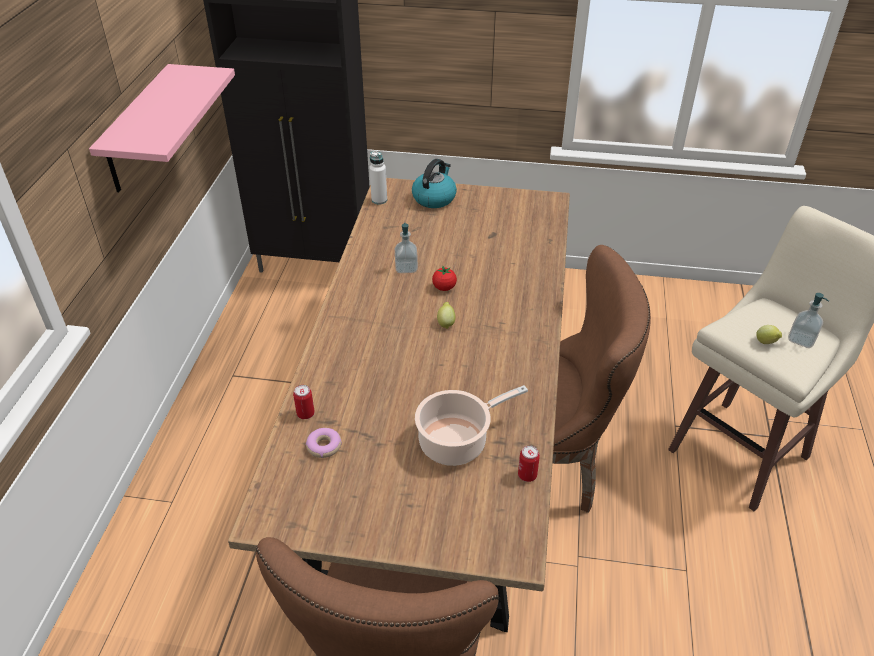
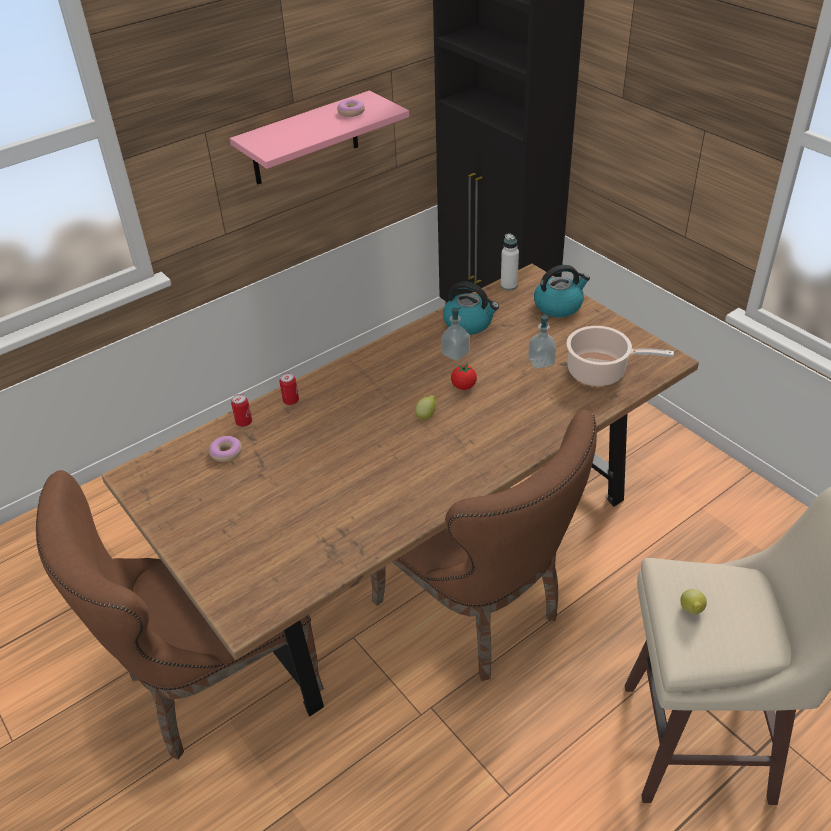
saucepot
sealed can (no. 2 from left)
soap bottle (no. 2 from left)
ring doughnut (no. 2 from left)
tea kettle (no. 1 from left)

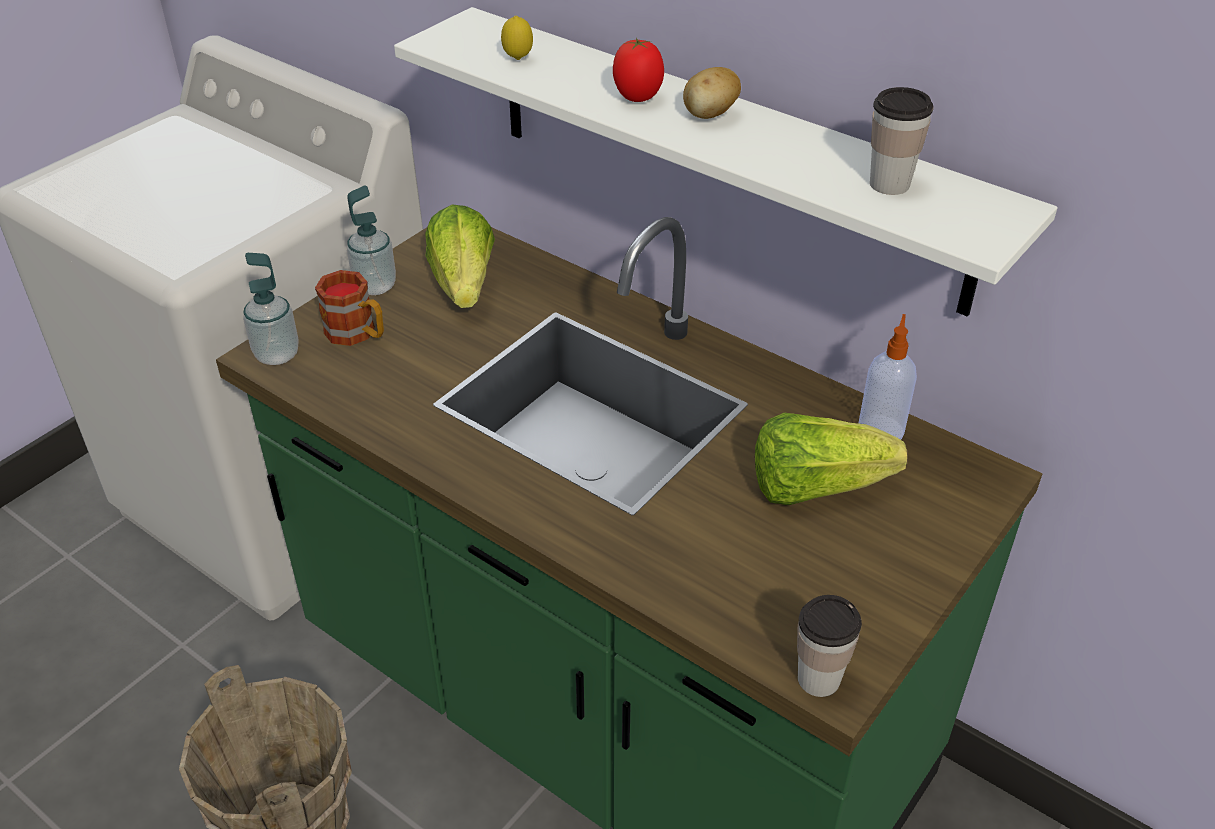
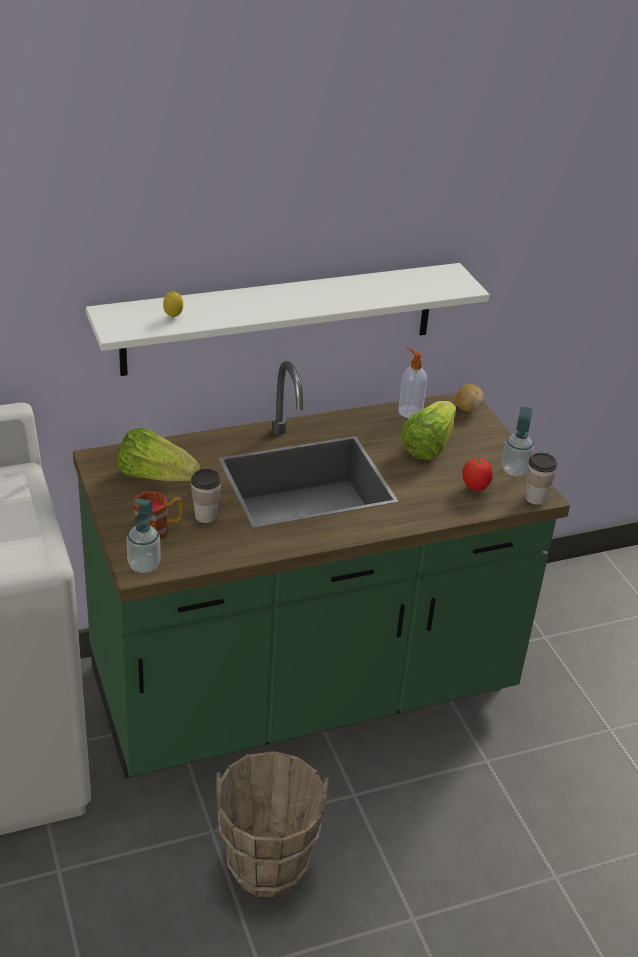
soap bottle (no. 3 from left)
whole tomato
potato
small cup (no. 1 from left)

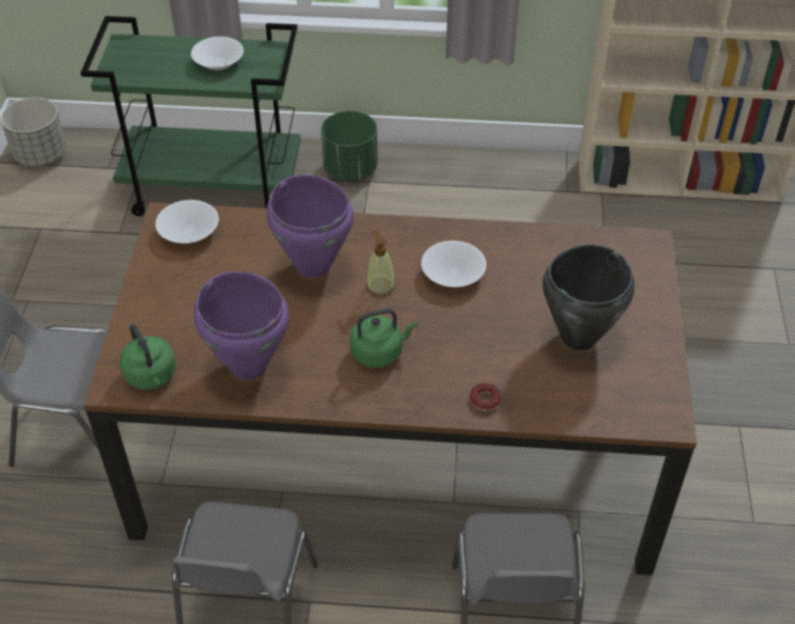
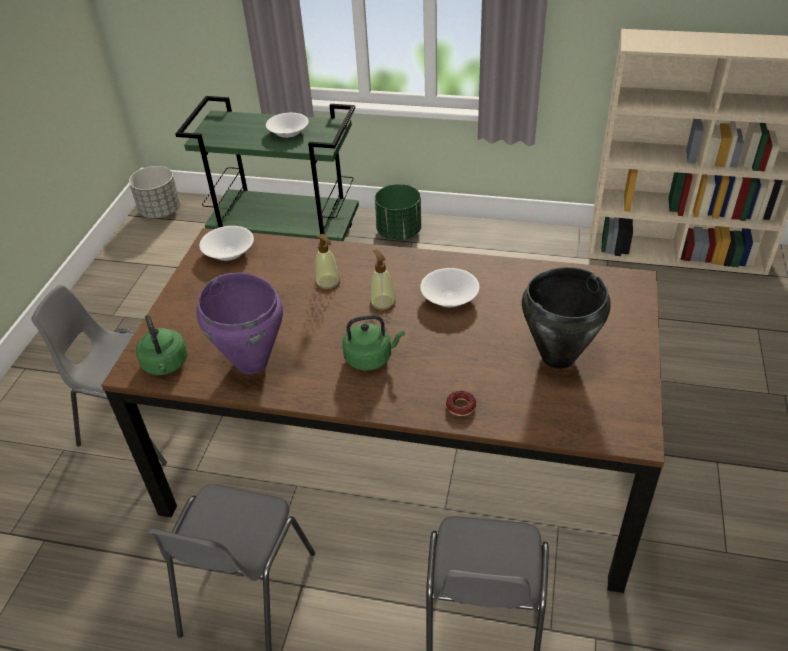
soap bottle (no. 1 from left)

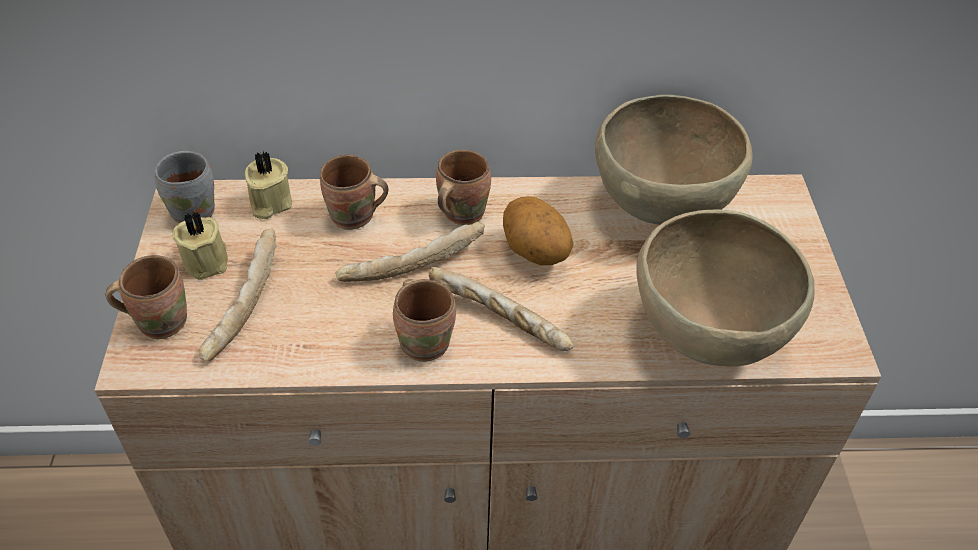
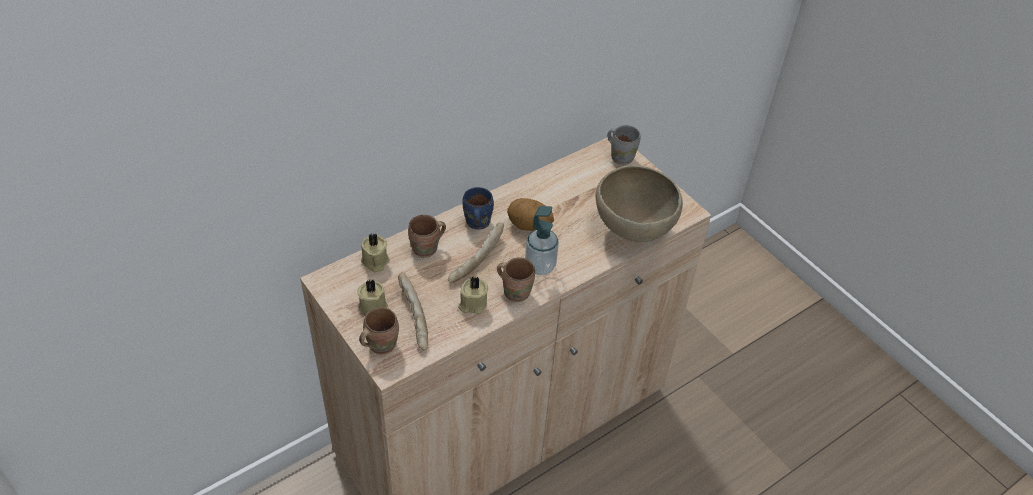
greyish tea mug
soap bottle
bluish tea mug
brown serving bowl (no. 1 from left in the first image)
beige candle (no. 3 from left)

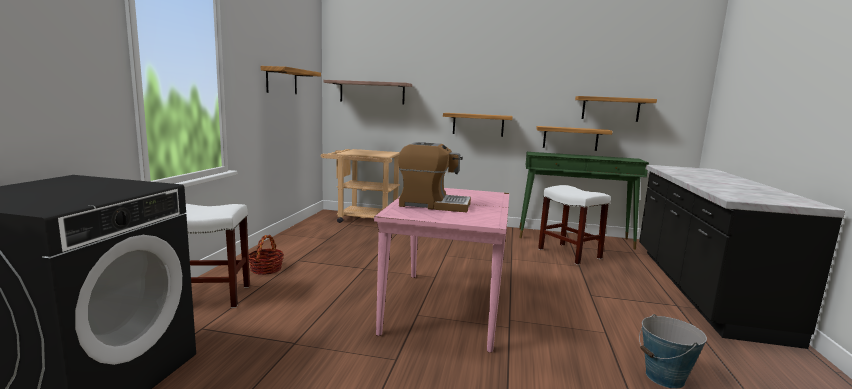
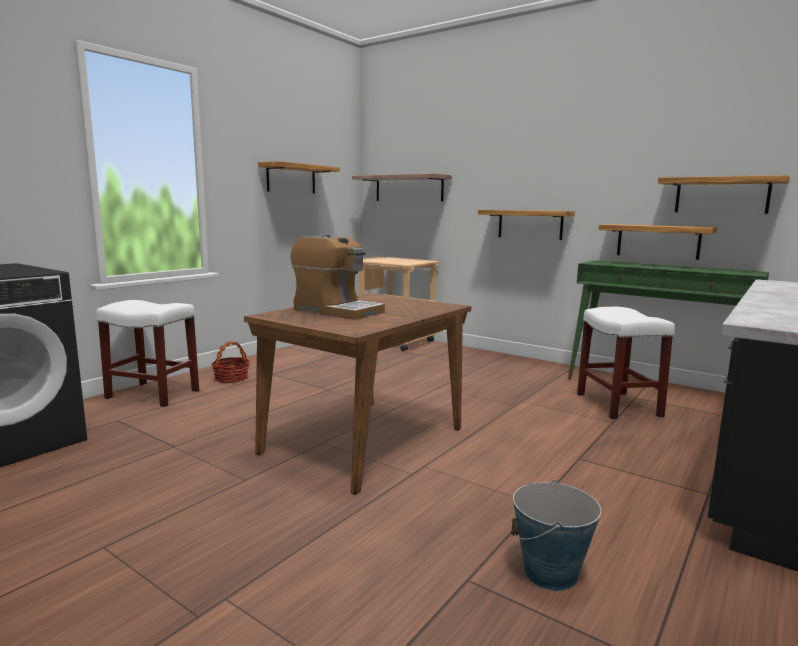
brown dinner table

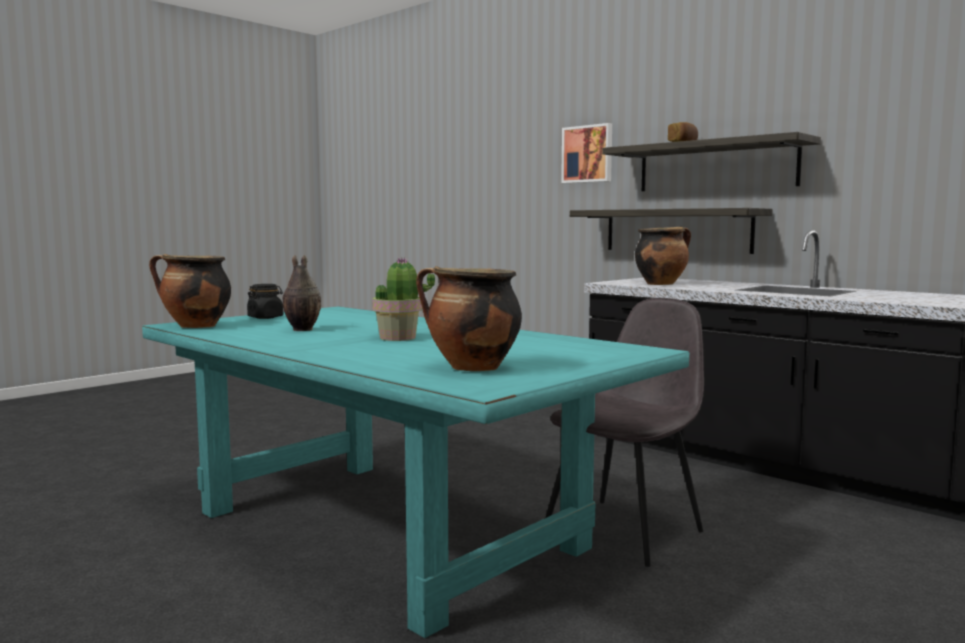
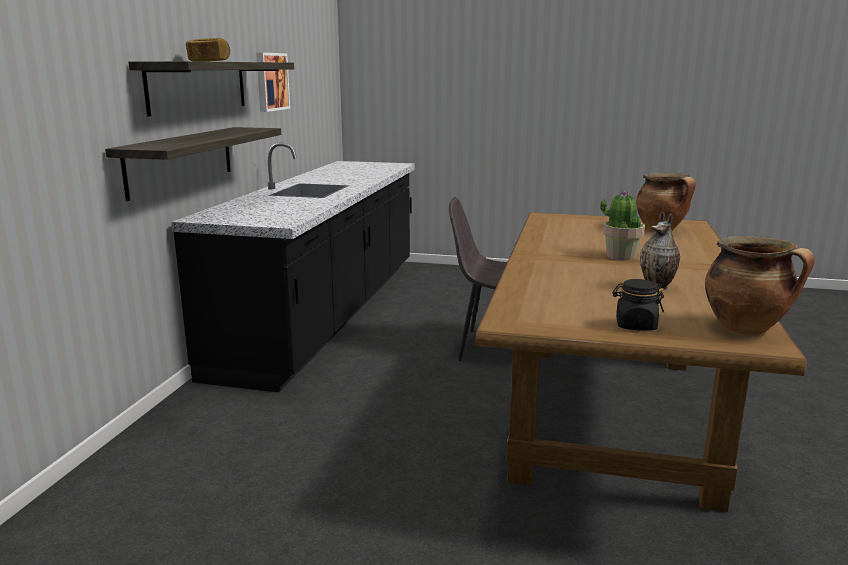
brown dinner table
wall picture
saucepot (no. 3 from left in the first image)

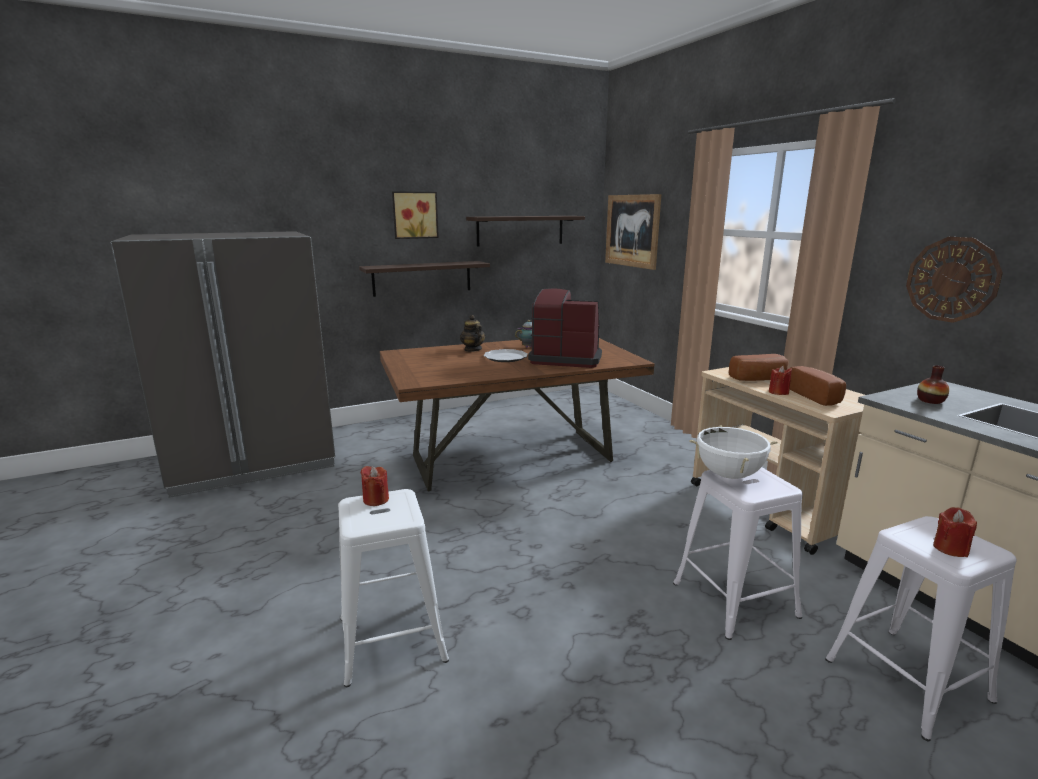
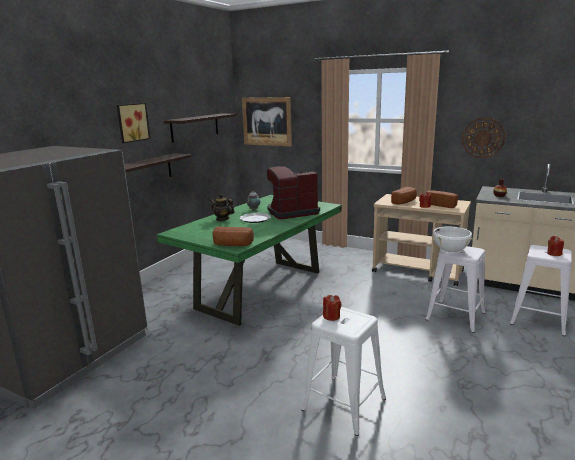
greenish dinner table
bakery bread (no. 1 from left)

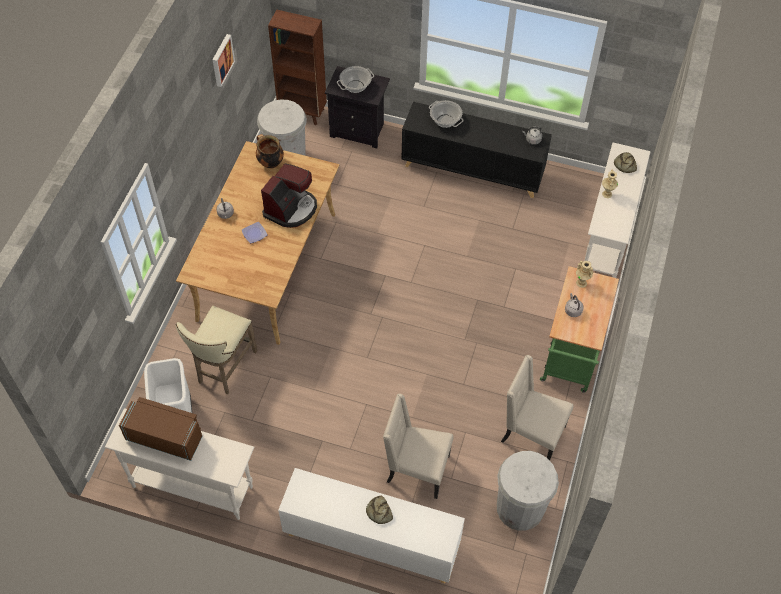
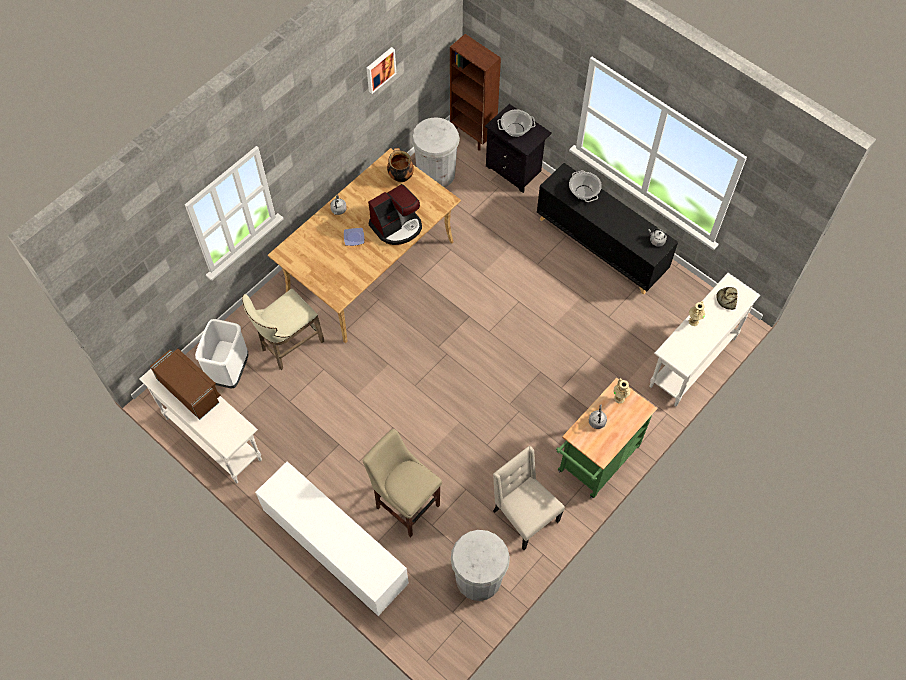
bakery bread (no. 1 from left in the first image)
beige stool (no. 2 from left)

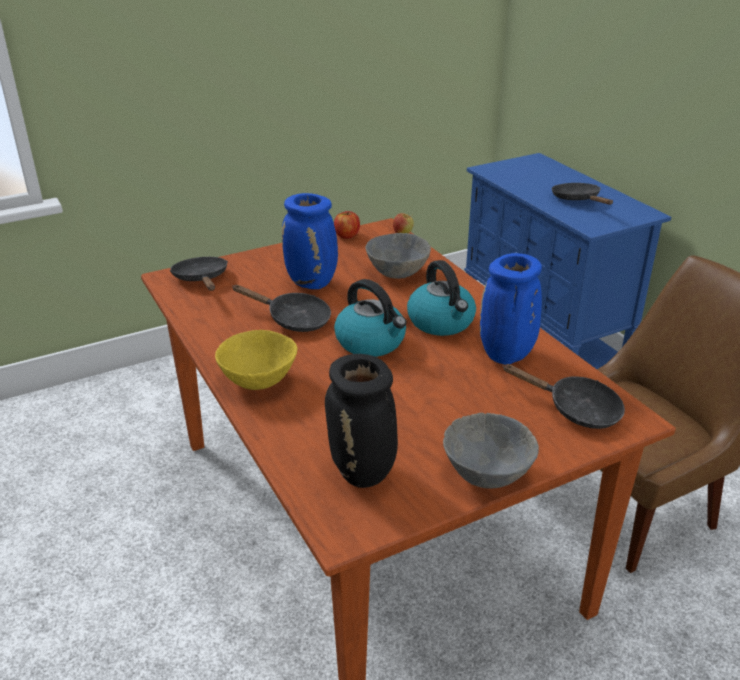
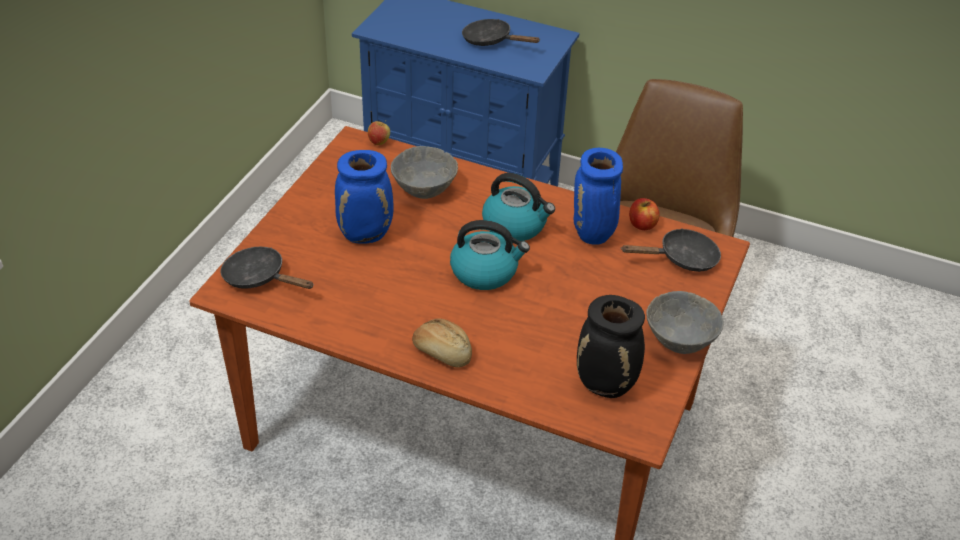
bakery bread
blackish frying pan (no. 2 from left in the first image)
whole apple (no. 2 from left)

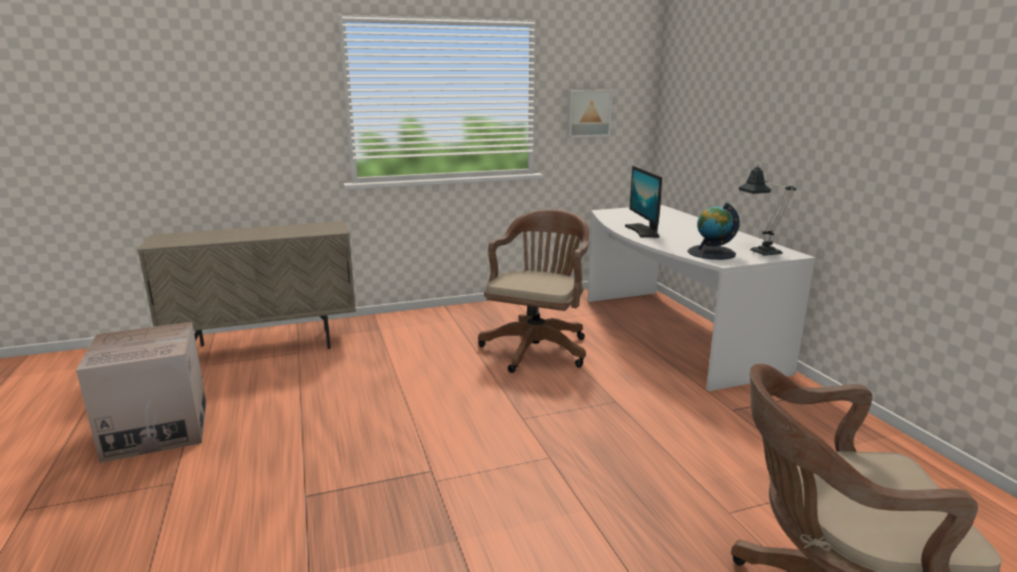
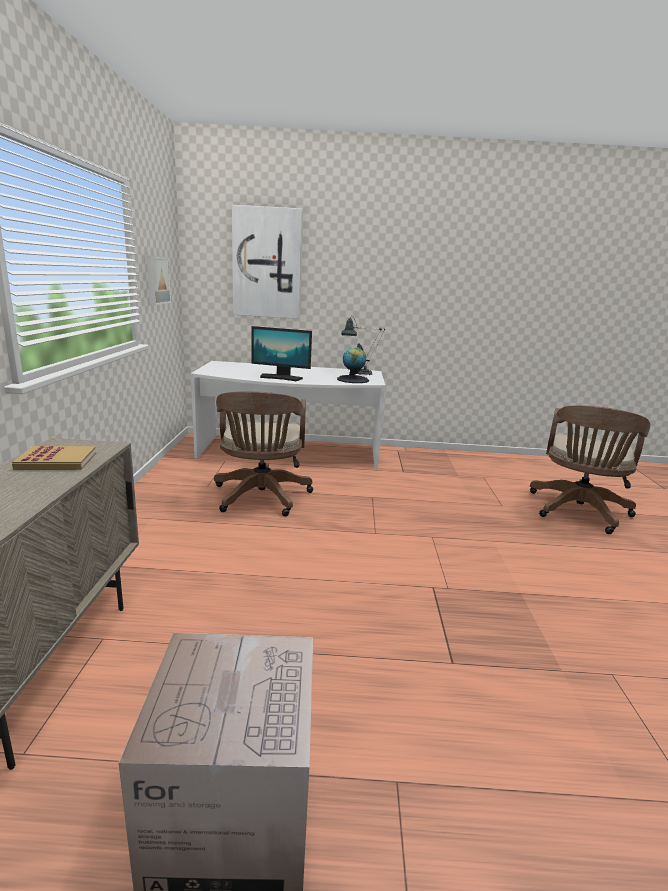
brown office chair (no. 1 from left)
volume
wall picture (no. 2 from left)

